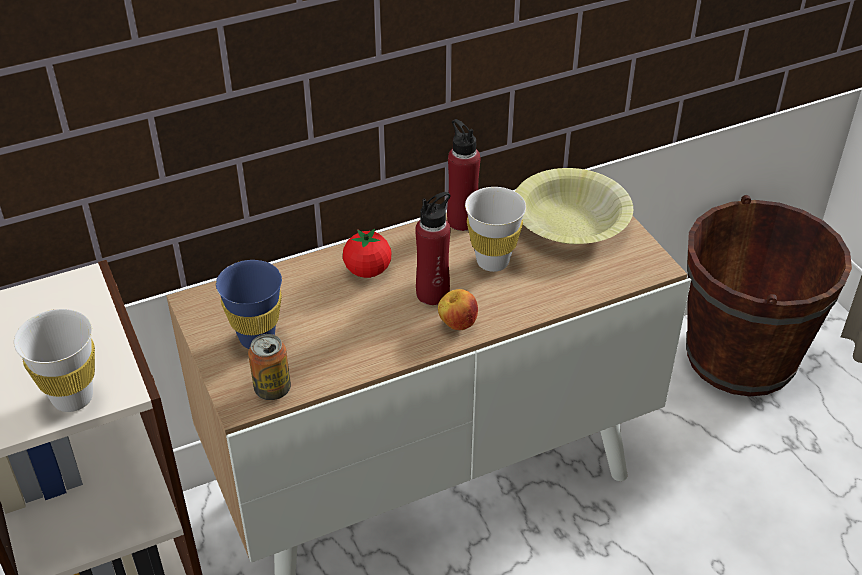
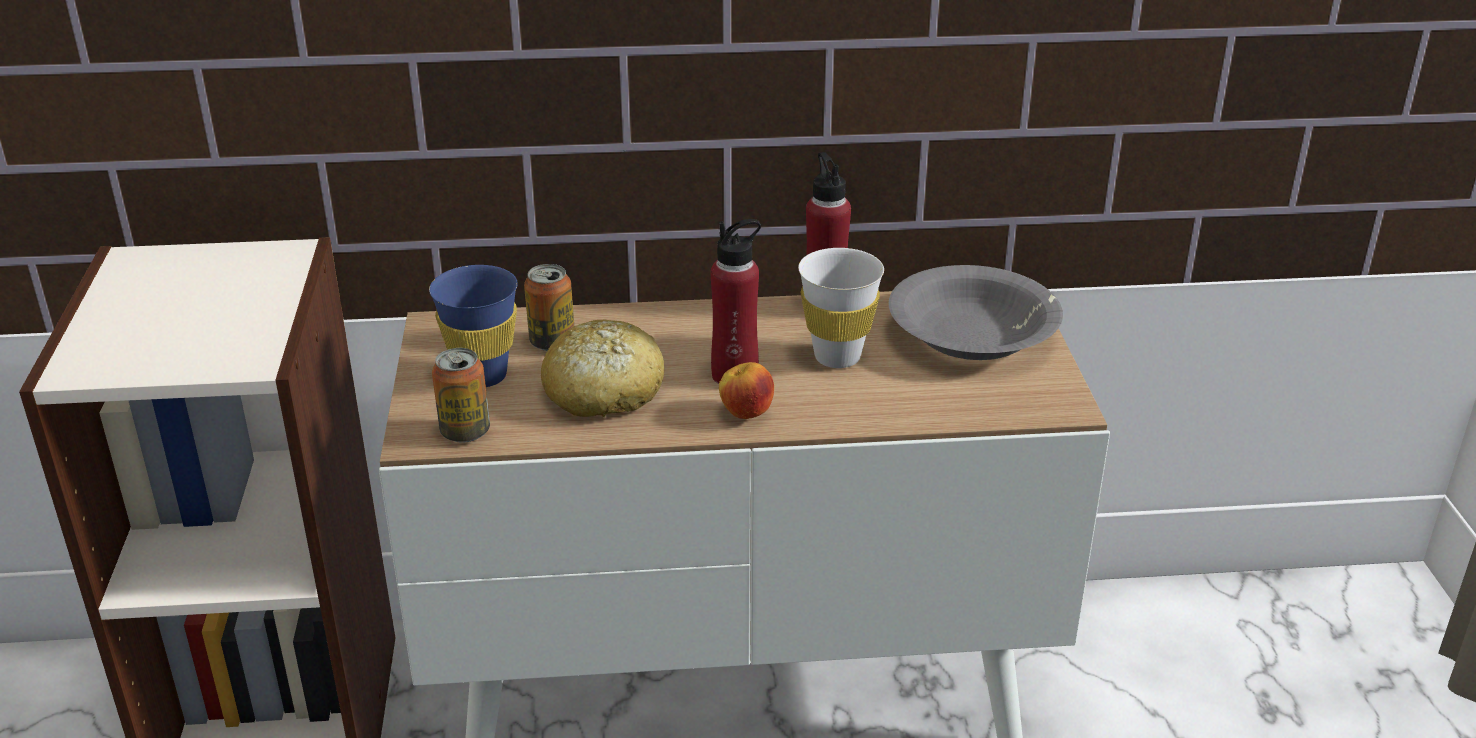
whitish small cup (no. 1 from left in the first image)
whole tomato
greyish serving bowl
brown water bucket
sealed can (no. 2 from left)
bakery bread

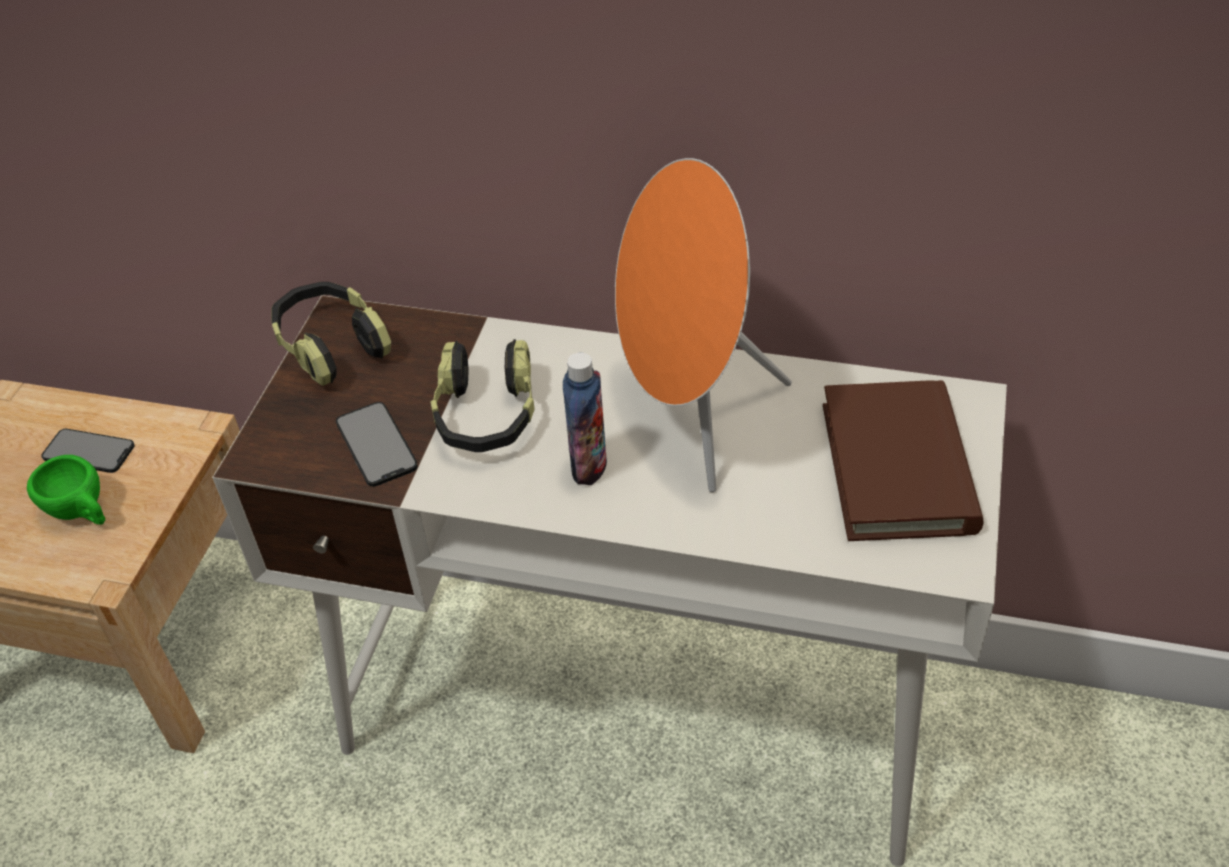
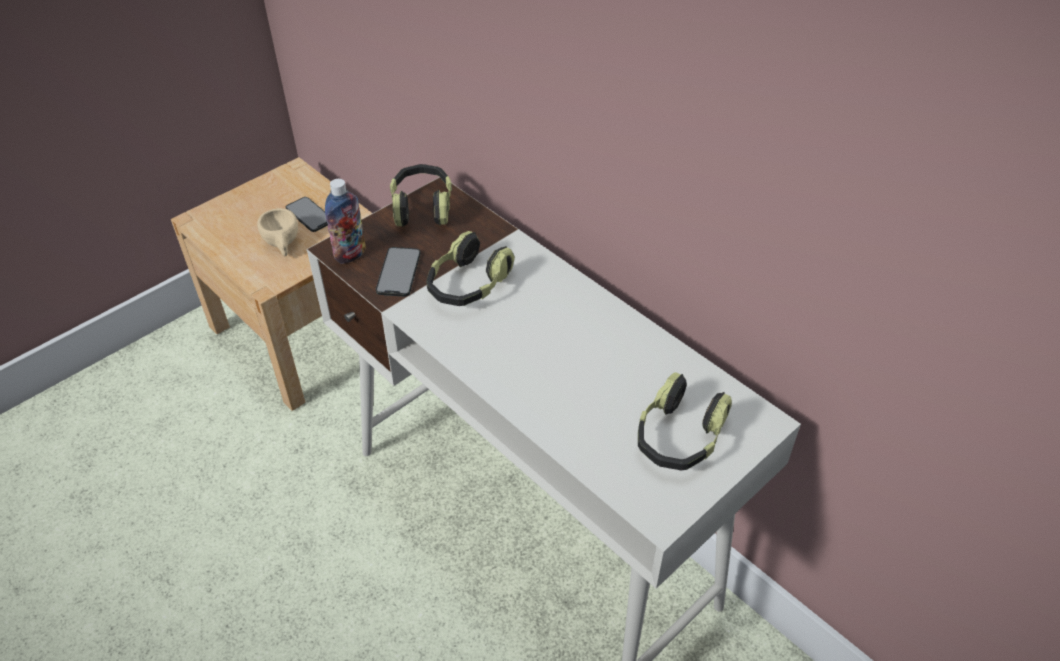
beige small cup
bottle
orange loudspeaker
headset (no. 3 from left)

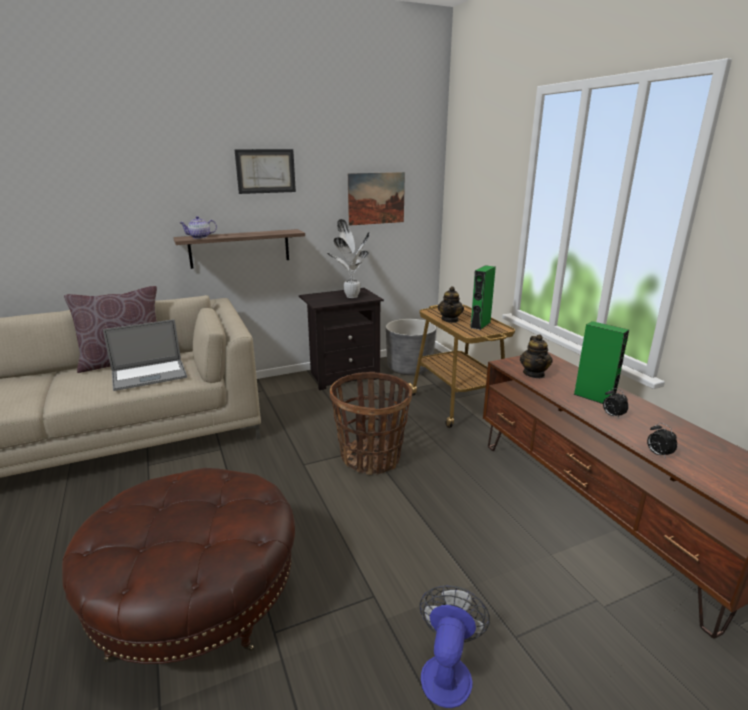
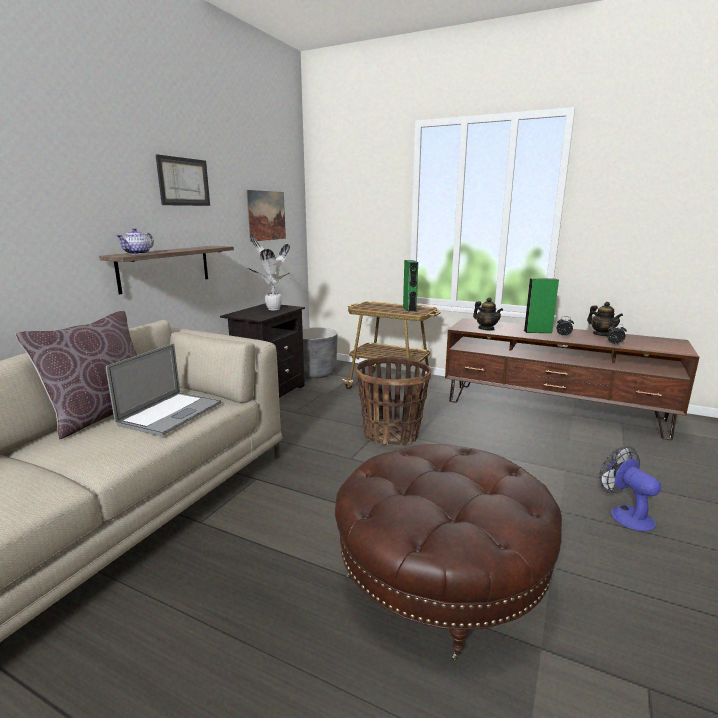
teapot (no. 3 from left)

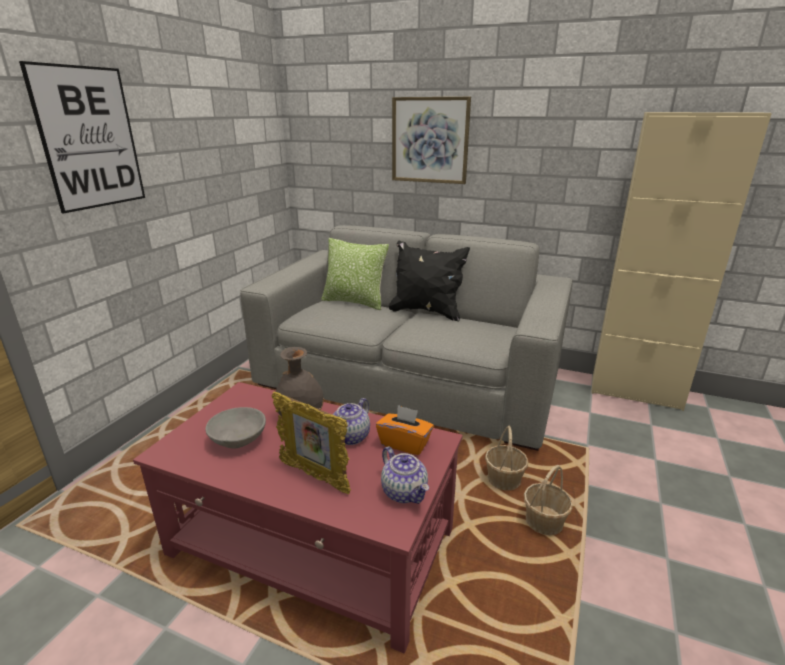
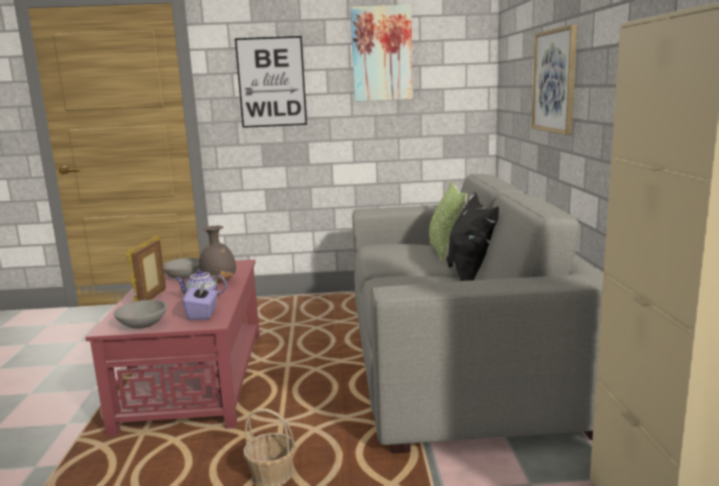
purple box of tissues
greyish serving bowl (no. 1 from left)
household basket (no. 1 from left in the first image)
wall picture (no. 2 from left)

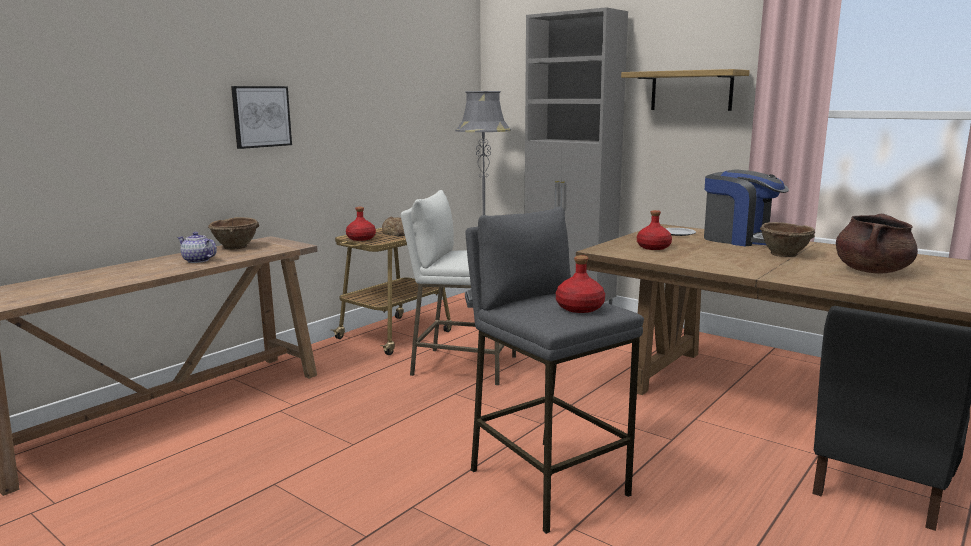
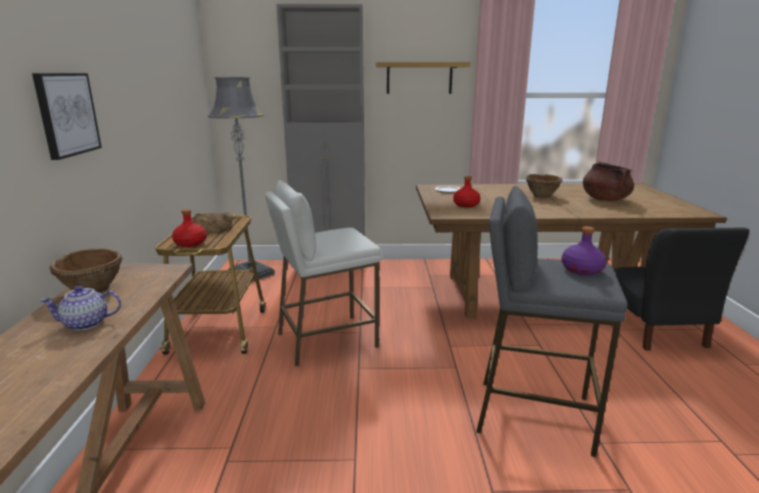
purple bottle
coffee brewer

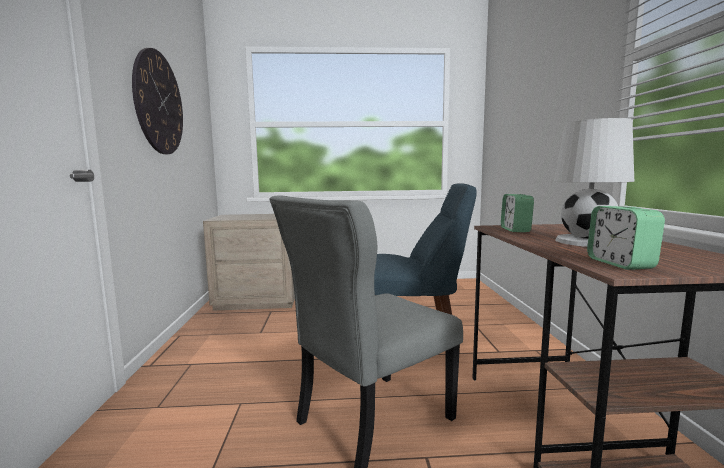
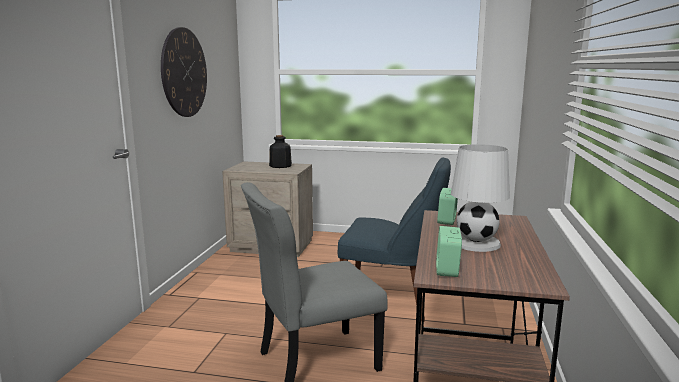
bottle

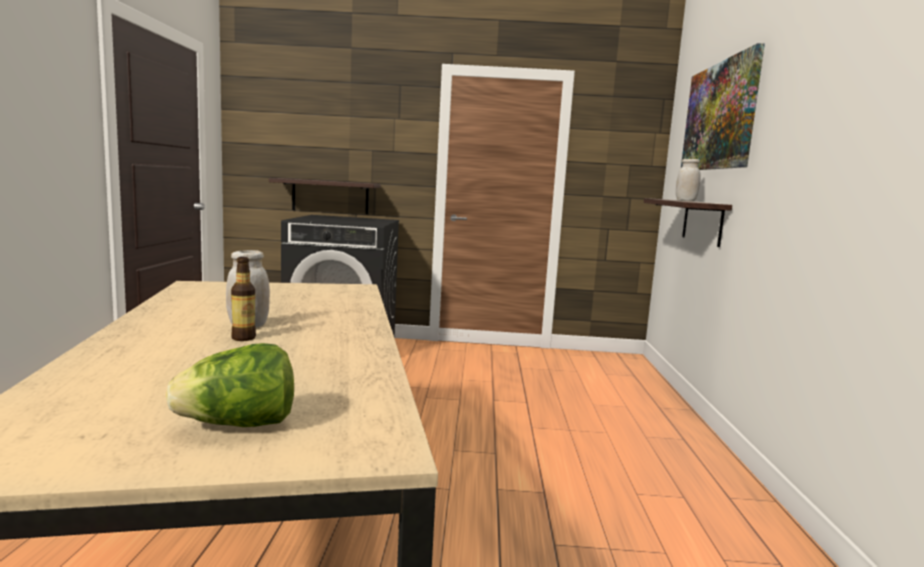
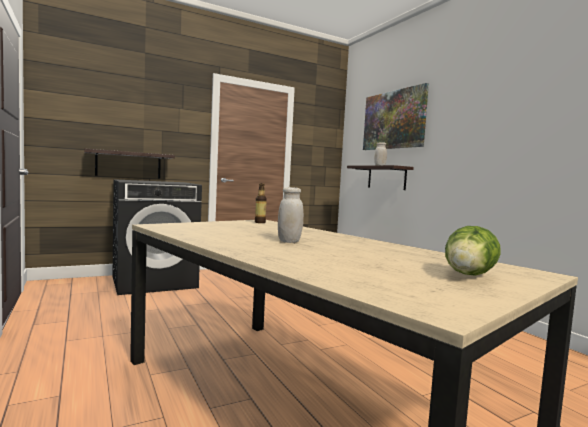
bottle

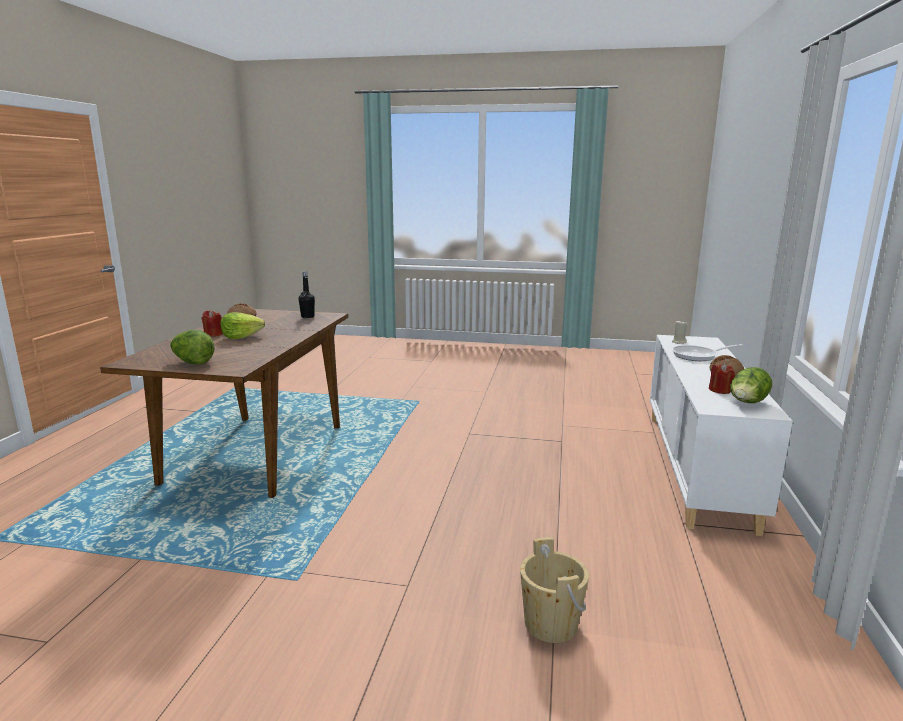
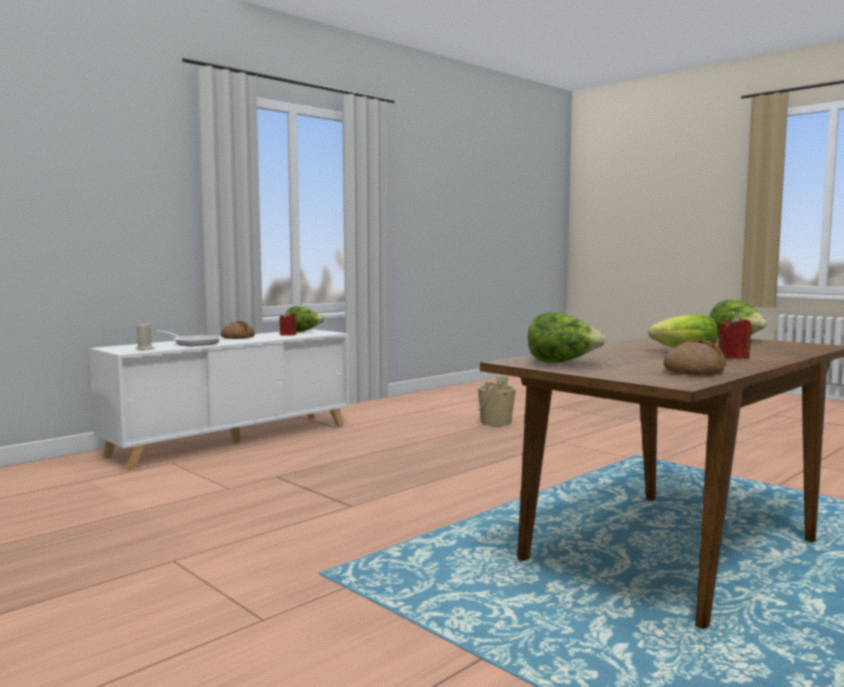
lettuce (no. 2 from left)

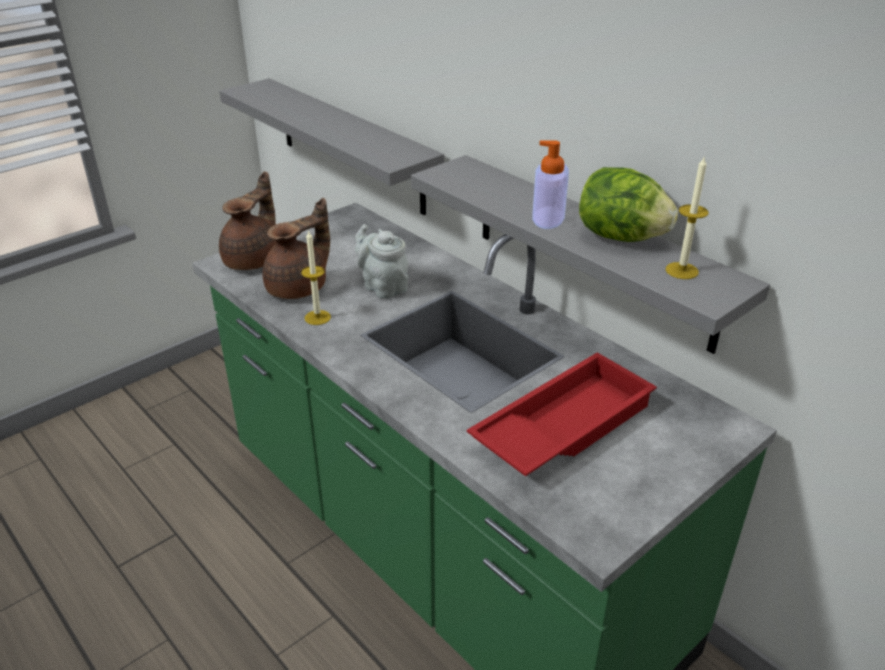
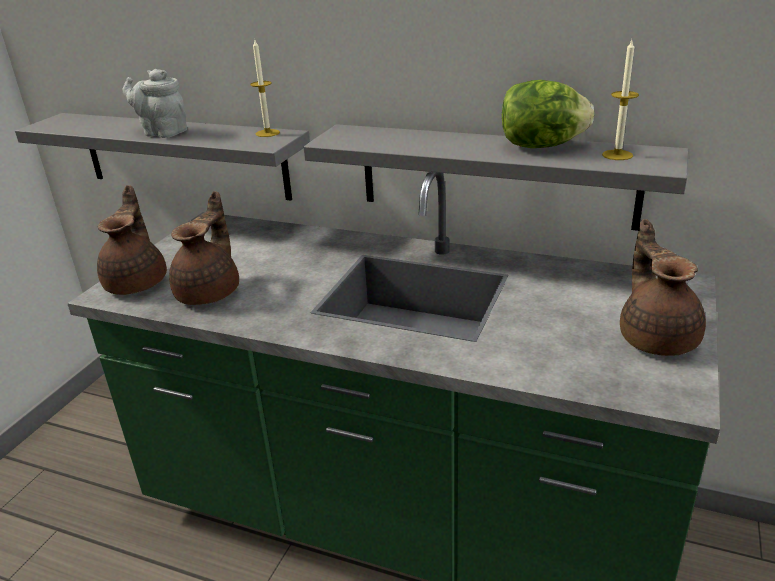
candle (no. 1 from left)
greyish teapot
red carrying tray
soap bottle
brown teapot (no. 3 from left)

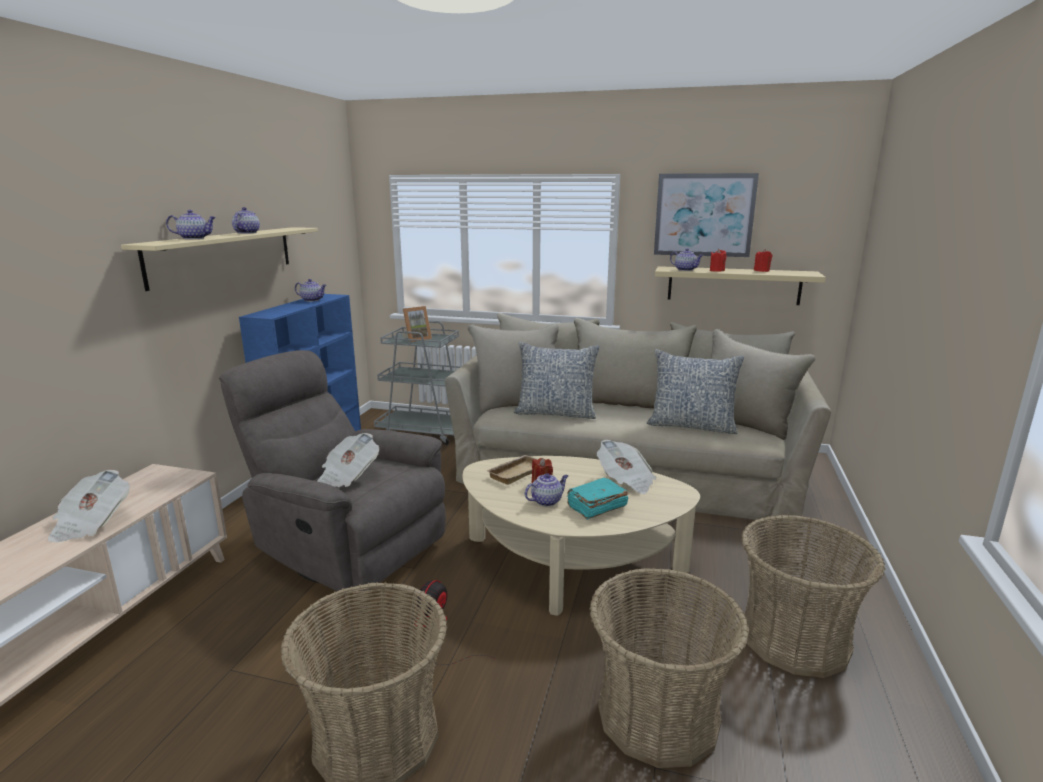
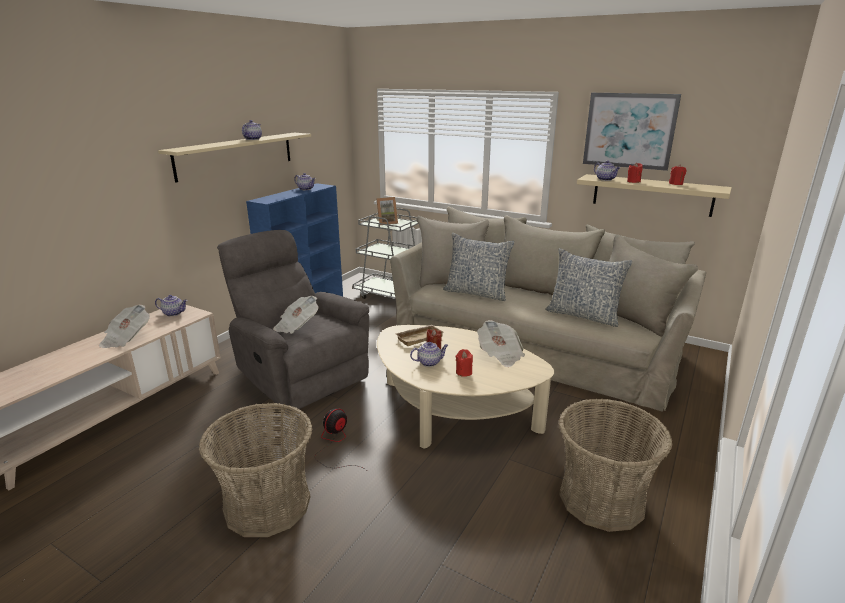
teapot (no. 1 from left)
red candle (no. 2 from left)
household basket (no. 2 from left in the first image)

